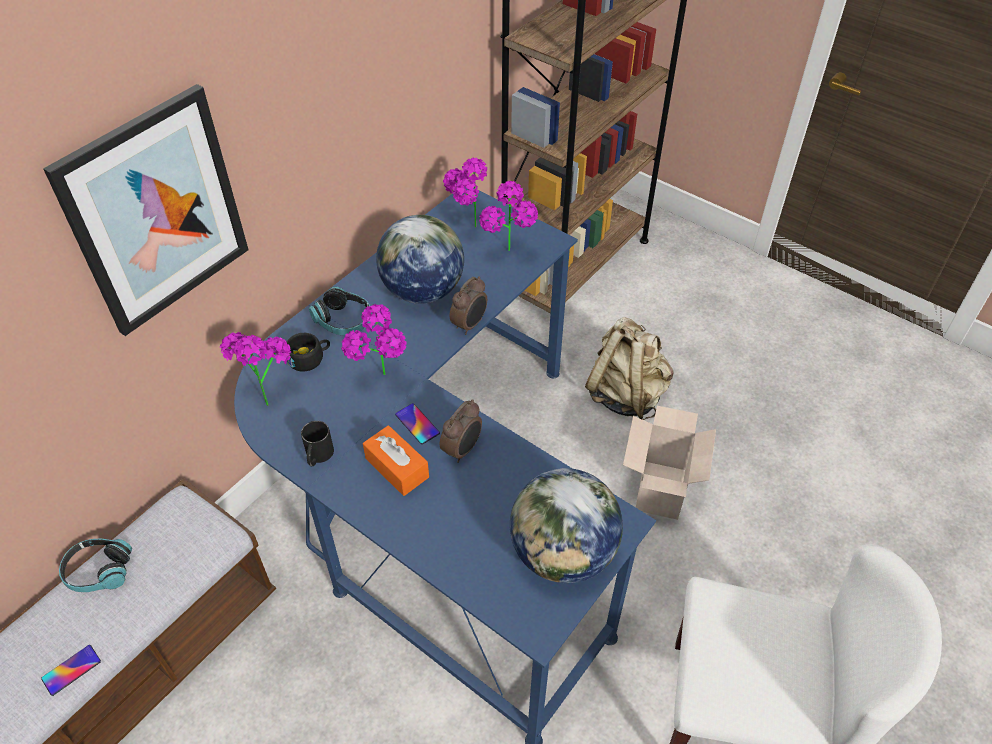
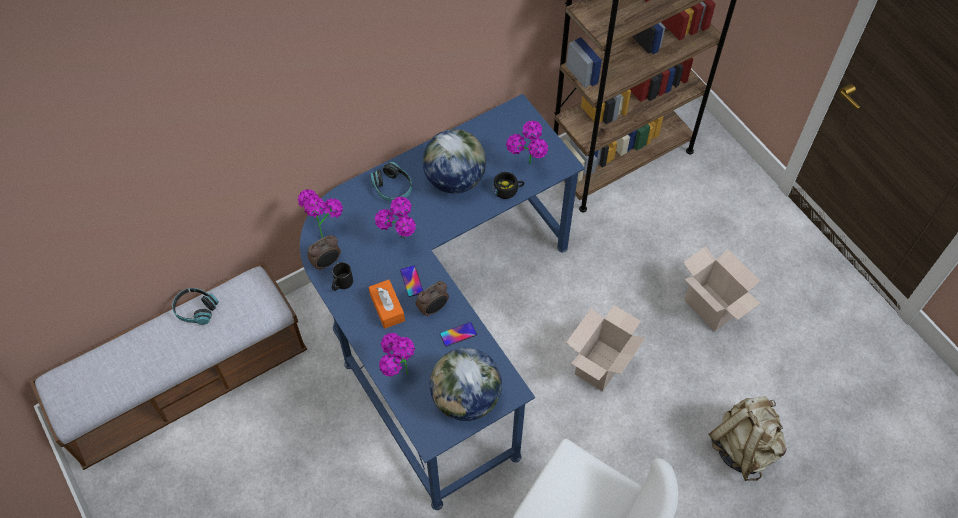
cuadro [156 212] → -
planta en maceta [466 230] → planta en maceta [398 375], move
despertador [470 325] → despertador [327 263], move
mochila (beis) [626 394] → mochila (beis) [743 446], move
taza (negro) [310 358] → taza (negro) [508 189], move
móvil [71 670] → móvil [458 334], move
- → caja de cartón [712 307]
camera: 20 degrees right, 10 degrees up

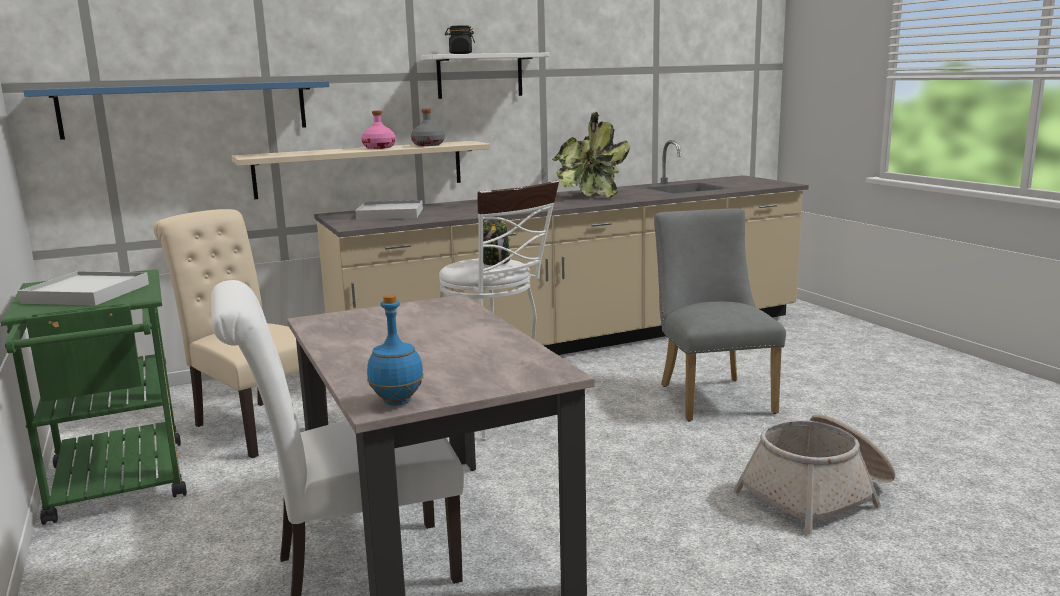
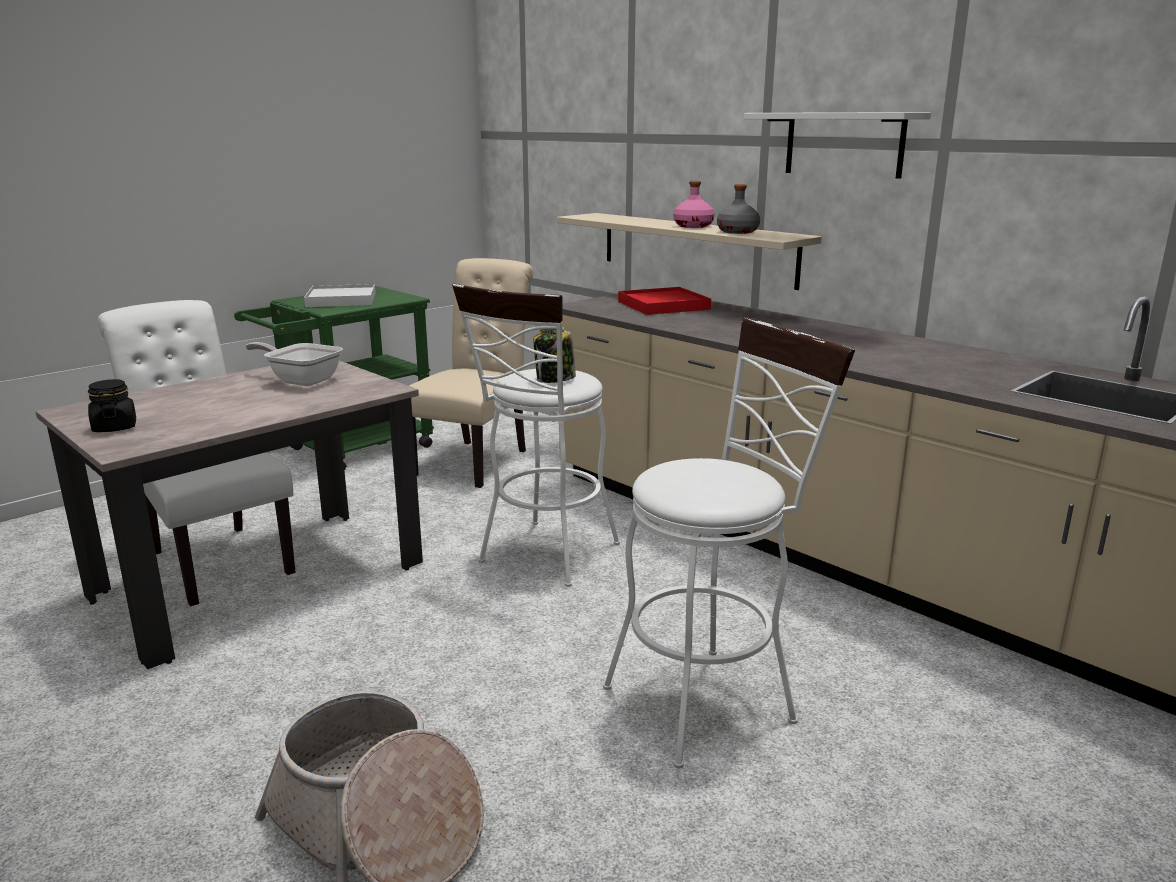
tarro (negro) [460 54] → tarro (negro) [115 427], move
estante (azul) [186 109] → -
planta en maceta [586 196] → -
bandeja (blanco) [390 214] → bandeja (rojo) [663 305]
silla (gris) [711 395] → taburete (blanco) [710 698]
botella (azul) [397 402] → -
- → sartén [301 380]
camera: 70 degrees right, 5 degrees up

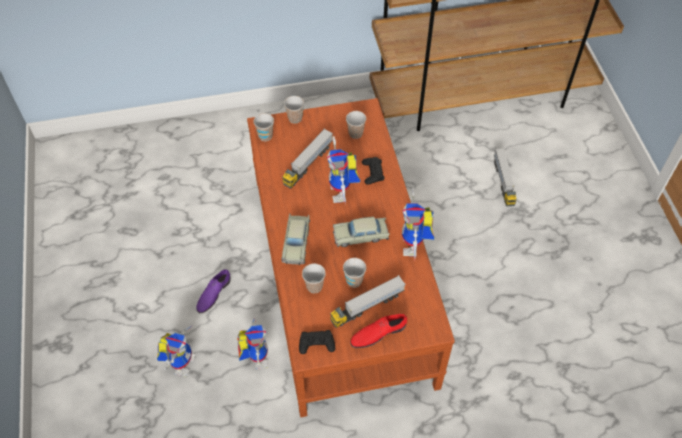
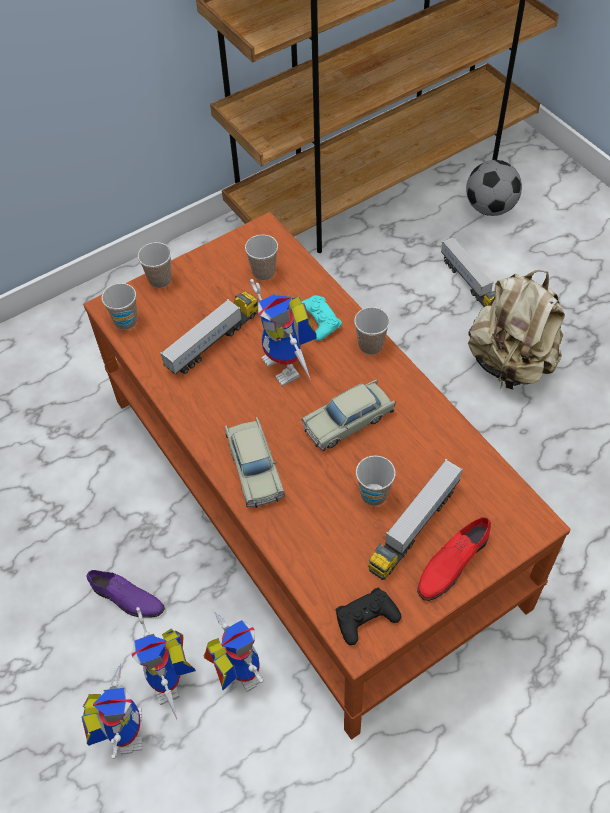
camión de juguete [308 164] → camión de juguete [213 341], 150 degrees counterclockwise
mando de consola (negro) [372 172] → mando de consola (turquesa) [318 321]
robot de juguete [414 247] → robot de juguete [172 682], move
taza [314 286] → taza [370 346], move
zapato (morado) [213 294] → zapato (morado) [126 598], 75 degrees counterclockwise
- → balón de fútbol [490 207]
- → mochila (beis) [511 363]
camera: 20 degrees left, 0 degrees up

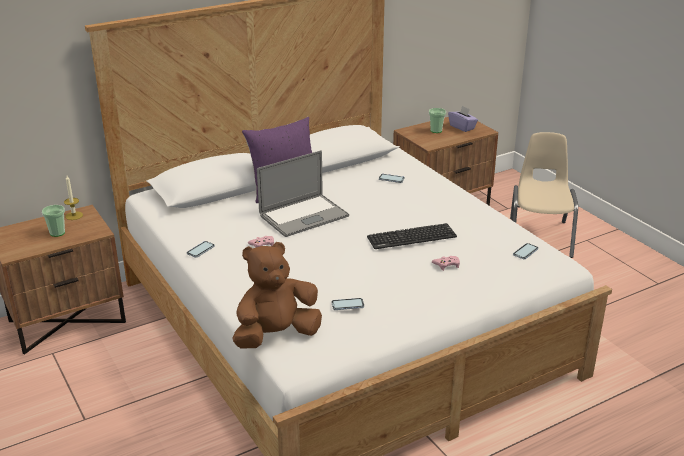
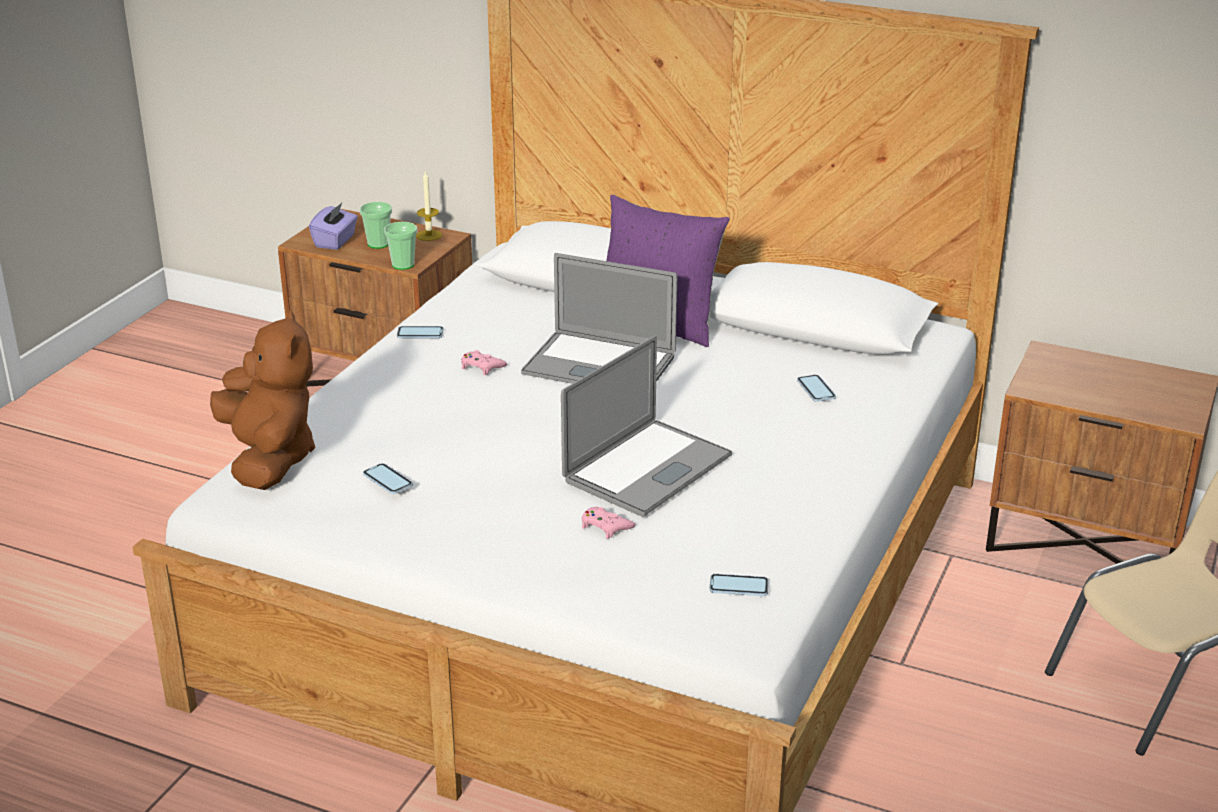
caja de pañuelos (morado) [462 127] → caja de pañuelos (morado) [335 241], move
taza [436 130] → taza [403 265], move
teclado [411 237] → portátil [647 468]
peluche (marrón) [276 335] → peluche (marrón) [269 459], 45 degrees clockwise
camera: 55 degrees right, 0 degrees up

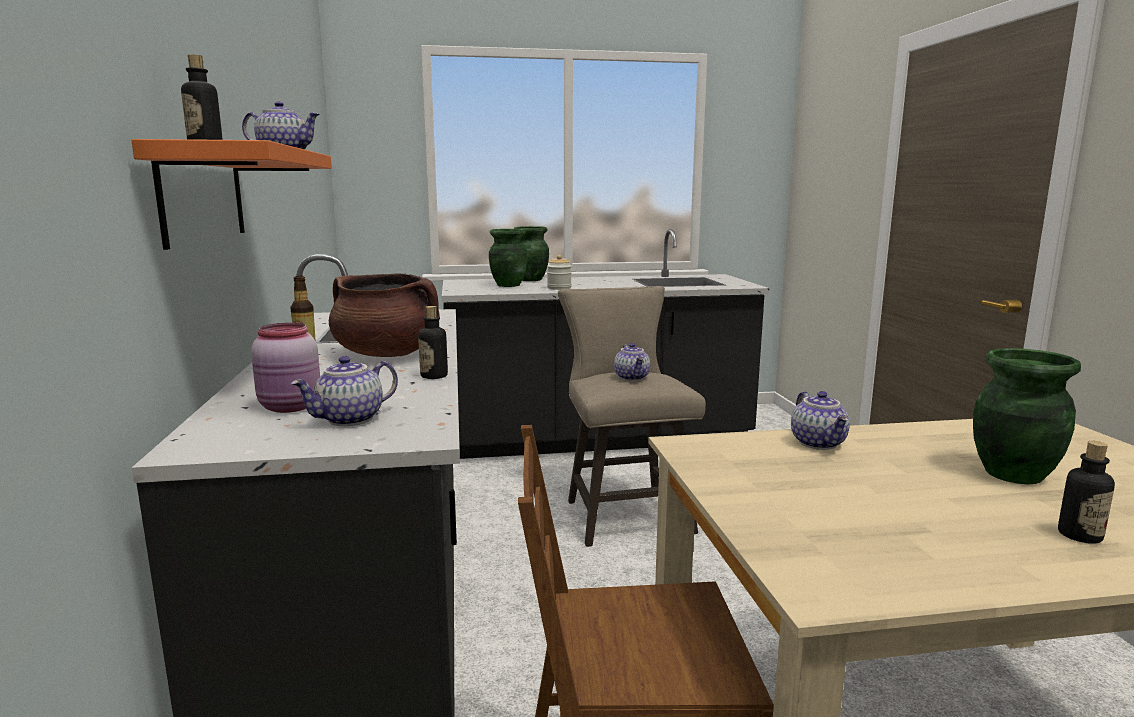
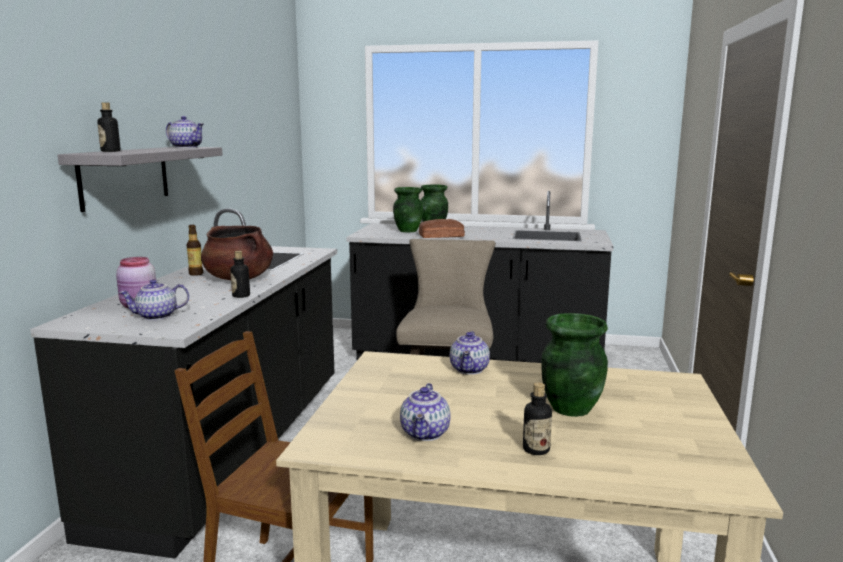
estante (naranja) [203 195] → estante (gris) [125 176]
tarro [559 288] → pan [440 235]
tetera [632 378] → tetera [426 434], move
camera: 20 degrees right, 0 degrees up

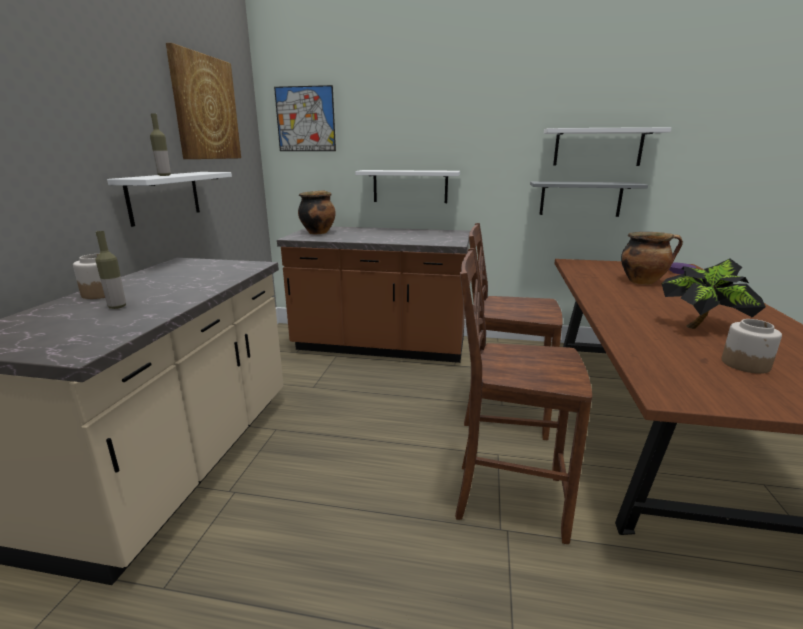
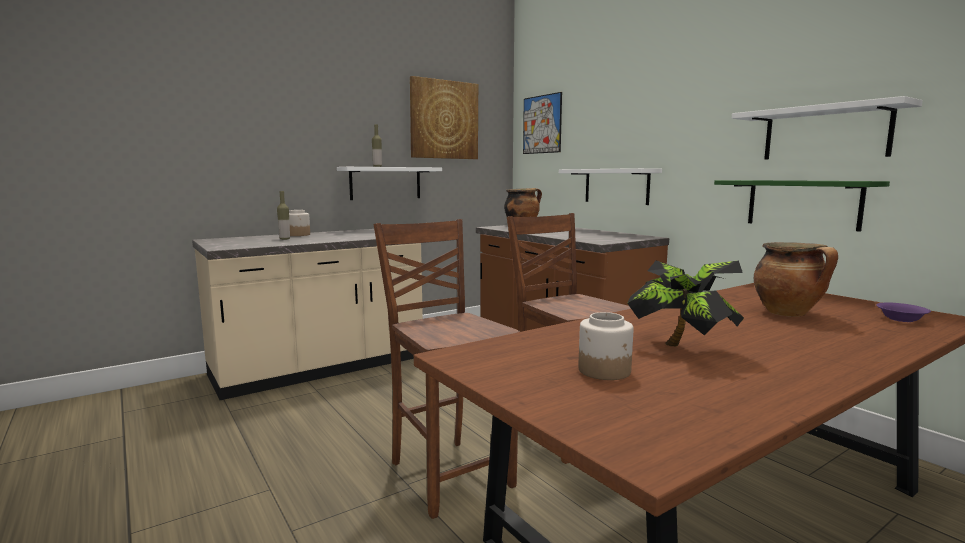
estante (gris) [580 198] → estante (verde) [802 203]
camera: 45 degrees right, 10 degrees down

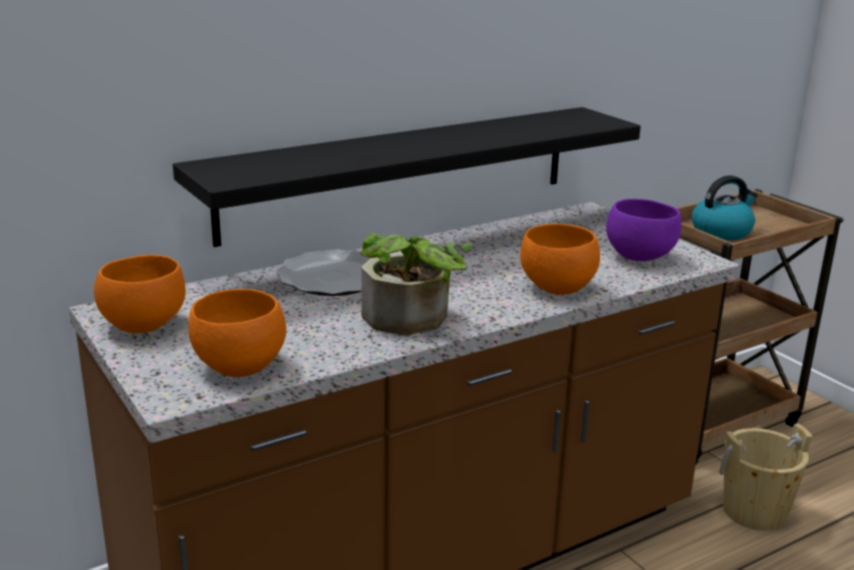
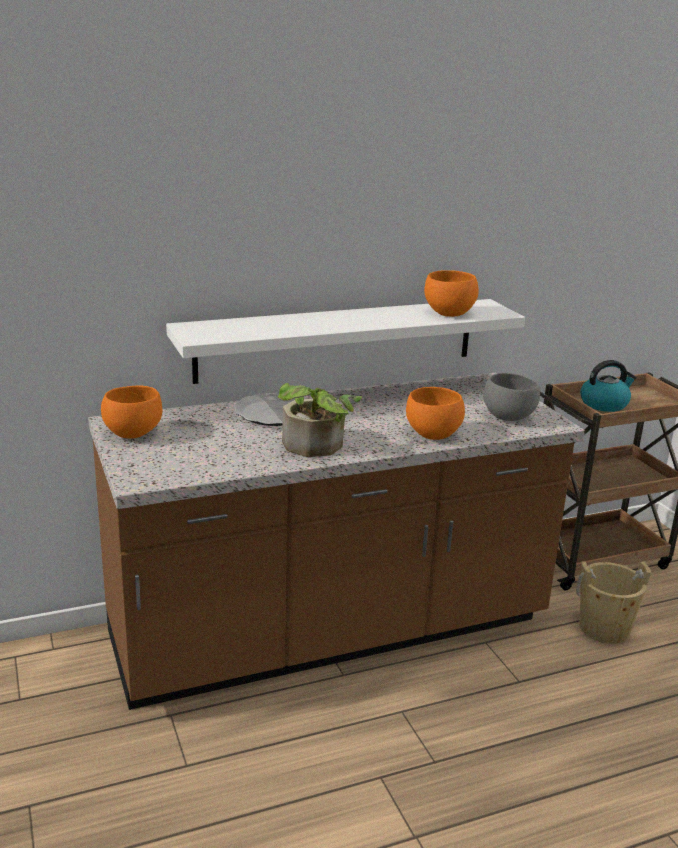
estante (negro) [401 172] → estante (blanco) [338 339]
cuenco (morado) [640 257] → cuenco (gris) [509 417]
cuenco (naranja) [239 368] → cuenco (naranja) [449 314], move
camera: 10 degrees right, 0 degrees up

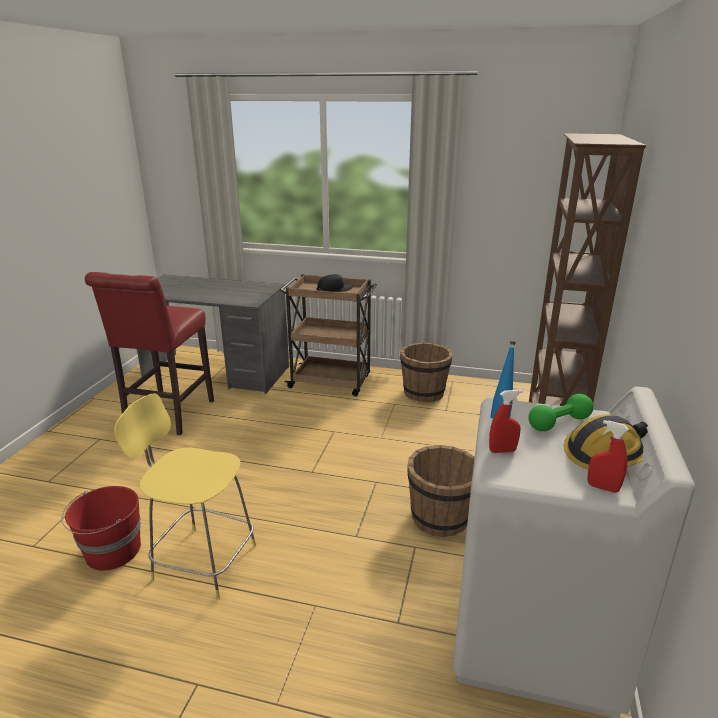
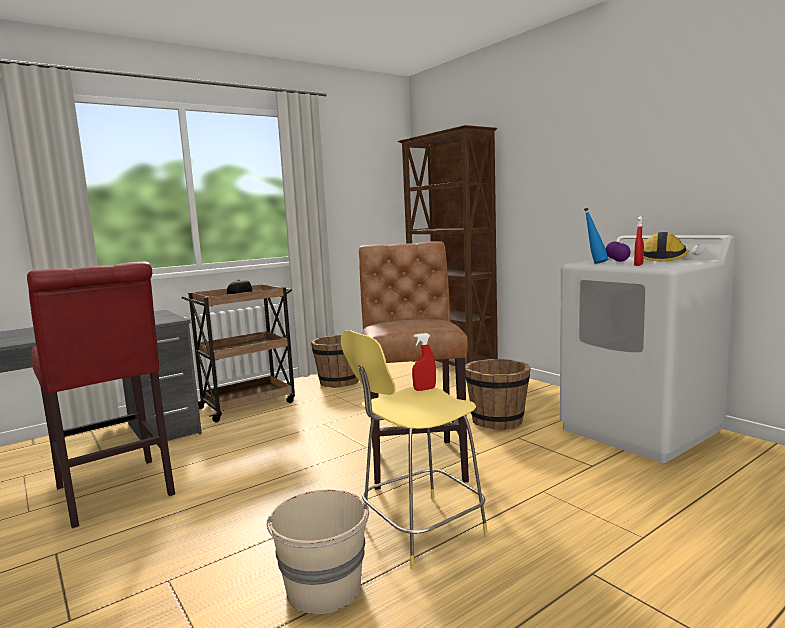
mancuerna (verde) [559 423] → mancuerna (morado) [617 260]
pulverizador (rojo) [602 488] → pulverizador (rojo) [424 389], move
cubo (rojo) [112 552] → cubo (beis) [324 589]
- → taburete (marrón) [415 460]
camera: 50 degrees left, 15 degrees down

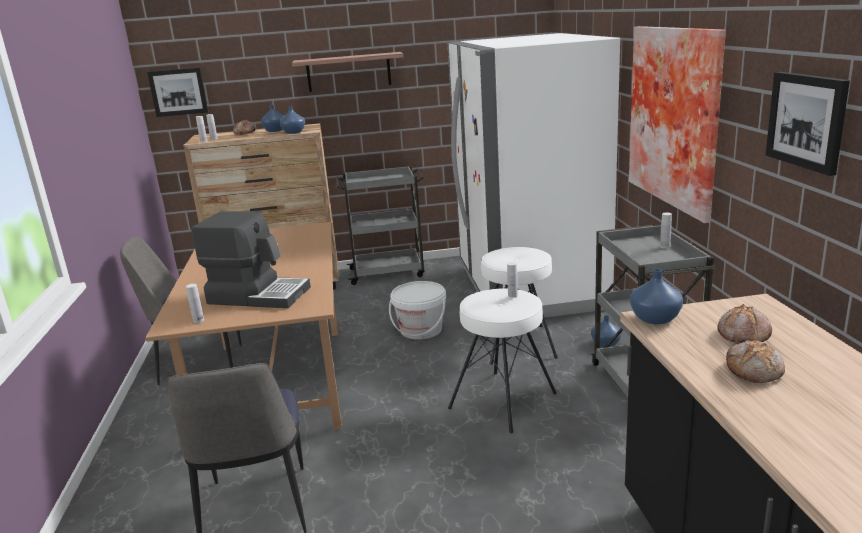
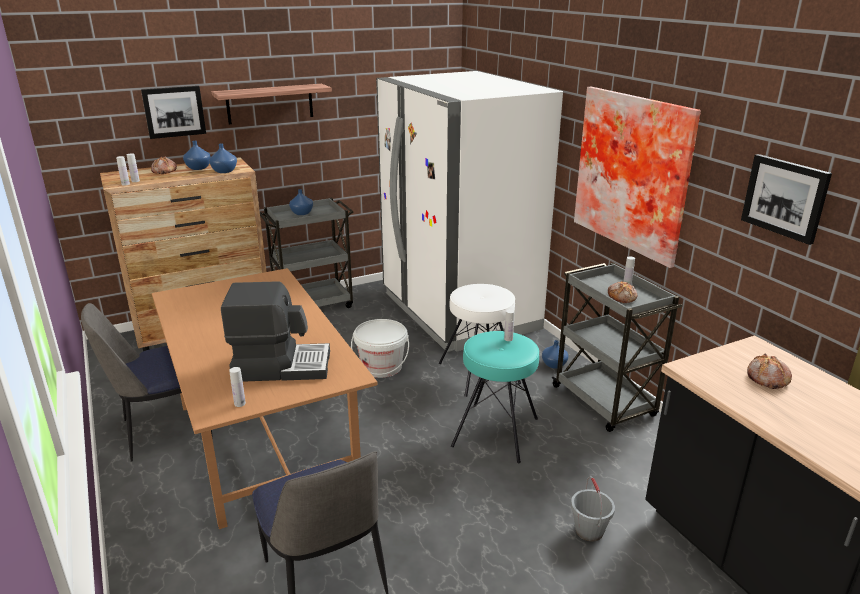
cuadro [178 92] → cuadro [174 111], move
florero (azul) [654 318] → florero (azul) [301 213], move
taburete (blanco) [503 401] → taburete (turquesa) [496 432]
pan [755 370] → pan [622 297], move
- → cubo (gris) [589 531]
camera: 20 degrees left, 5 degrees up

